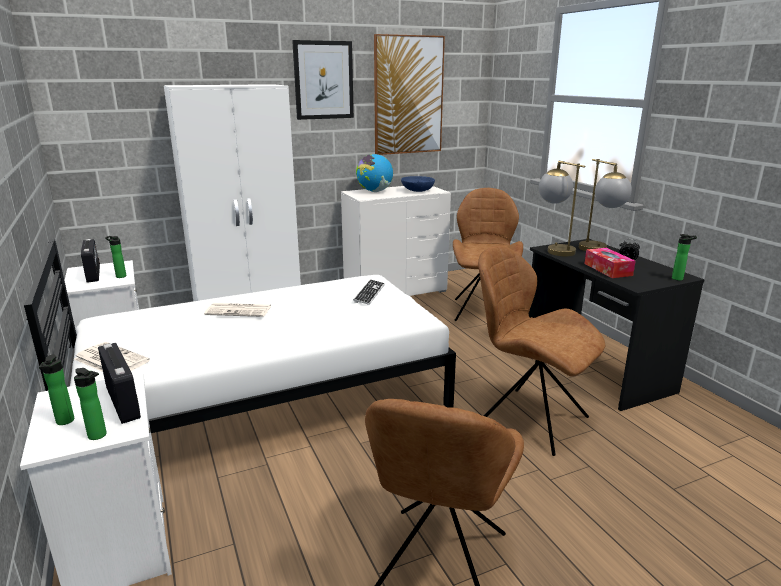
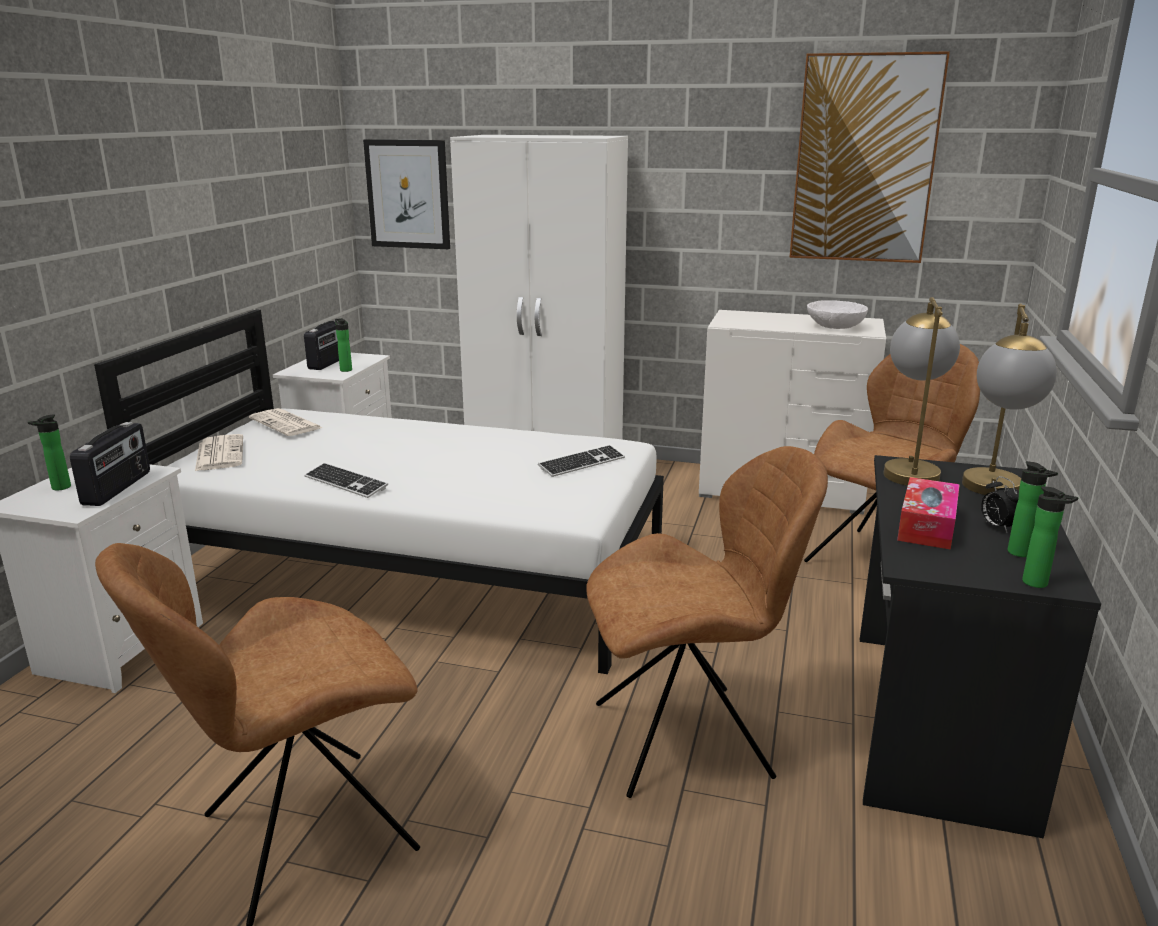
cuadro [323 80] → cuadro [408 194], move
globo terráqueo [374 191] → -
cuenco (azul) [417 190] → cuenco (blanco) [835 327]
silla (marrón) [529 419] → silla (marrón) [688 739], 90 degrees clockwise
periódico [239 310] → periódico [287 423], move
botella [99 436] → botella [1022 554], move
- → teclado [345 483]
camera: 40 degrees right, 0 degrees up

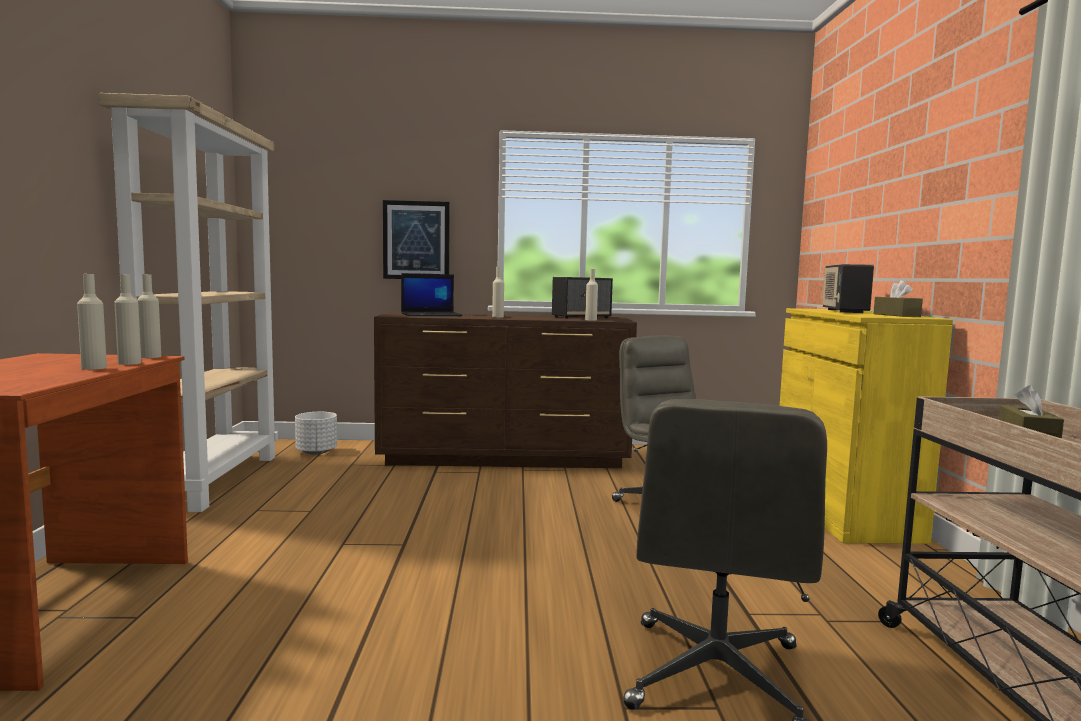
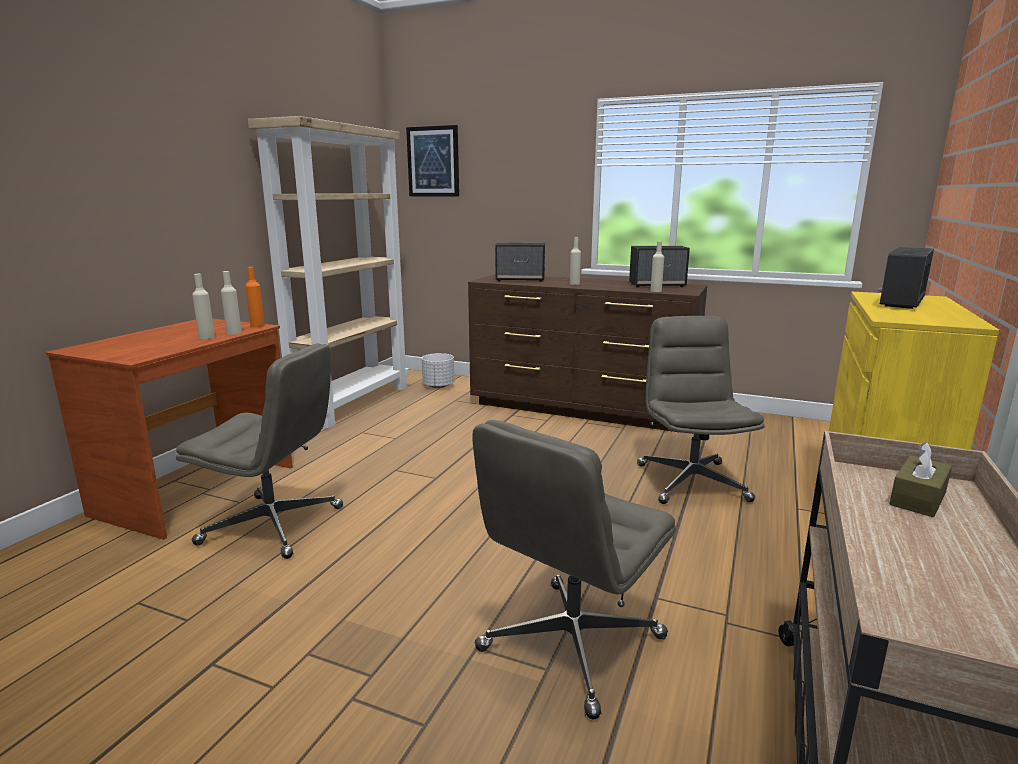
cuadro [416 240] → cuadro [433 161], move
portátil [432 315] → altavoz [521 280]
botella (beis) [150 357] → botella (naranja) [257 325]
caja de pañuelos (marrón) [896 315] → -
- → silla de oficina (gris) [274 525]
camera: 25 degrees right, 10 degrees up

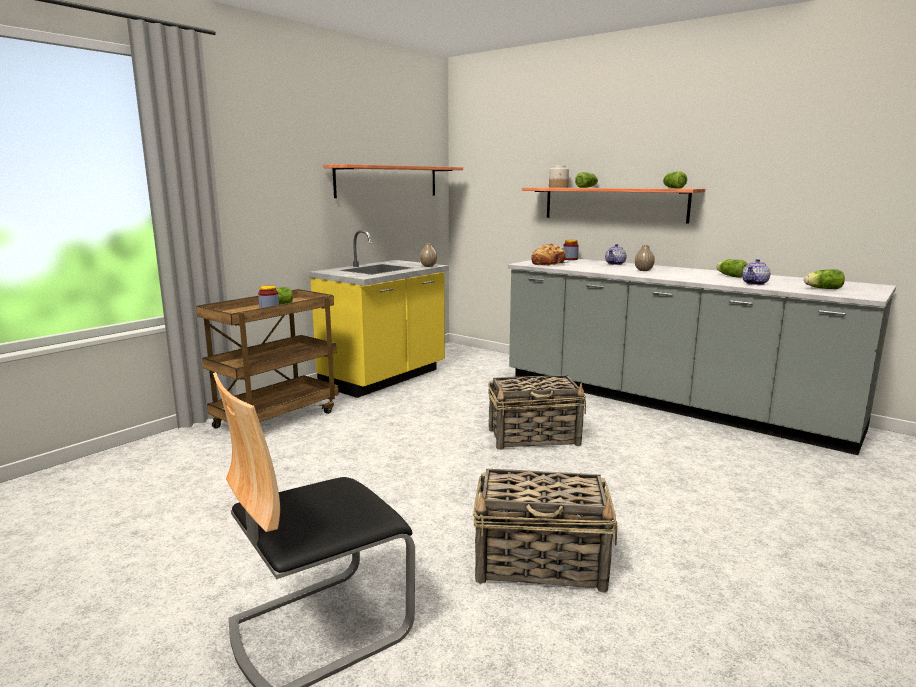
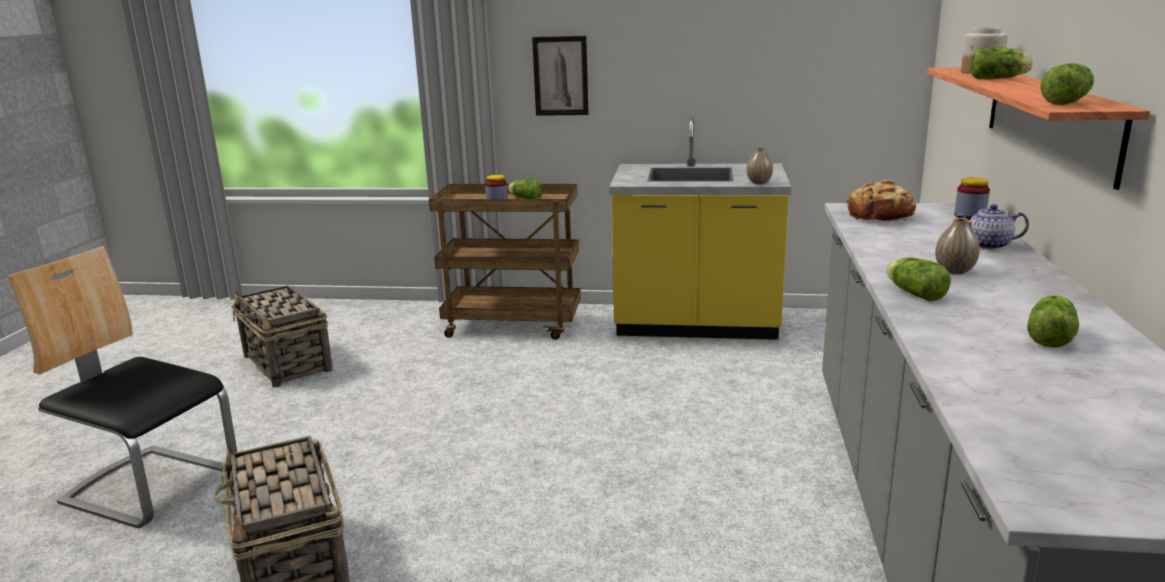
estante [388 181] → -
tetera [755 283] → -
lechuga [822 288] → lechuga [913 293], move
cesta [535 437] → cesta [287 364], move
- → cuadro [560 76]
camera: 60 degrees right, 5 degrees up

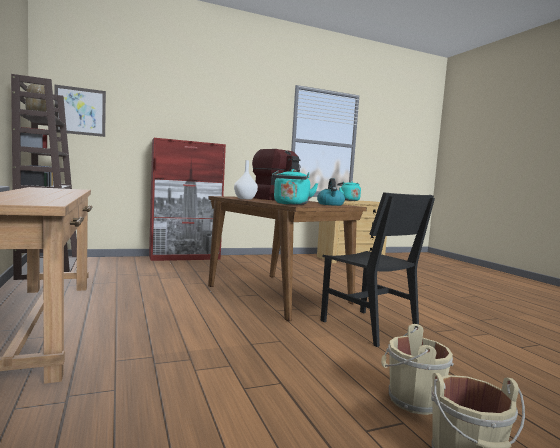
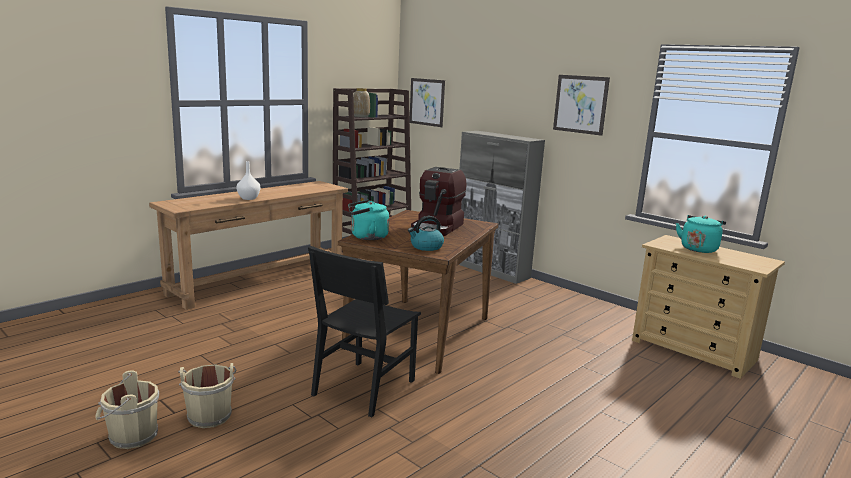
armario (rojo) [185 258] → armario (gris) [491 270]
florero (blanco) [245 199] → florero (blanco) [248 198], move
- → cuadro [580 104]
camera: 65 degrees right, 10 degrees up

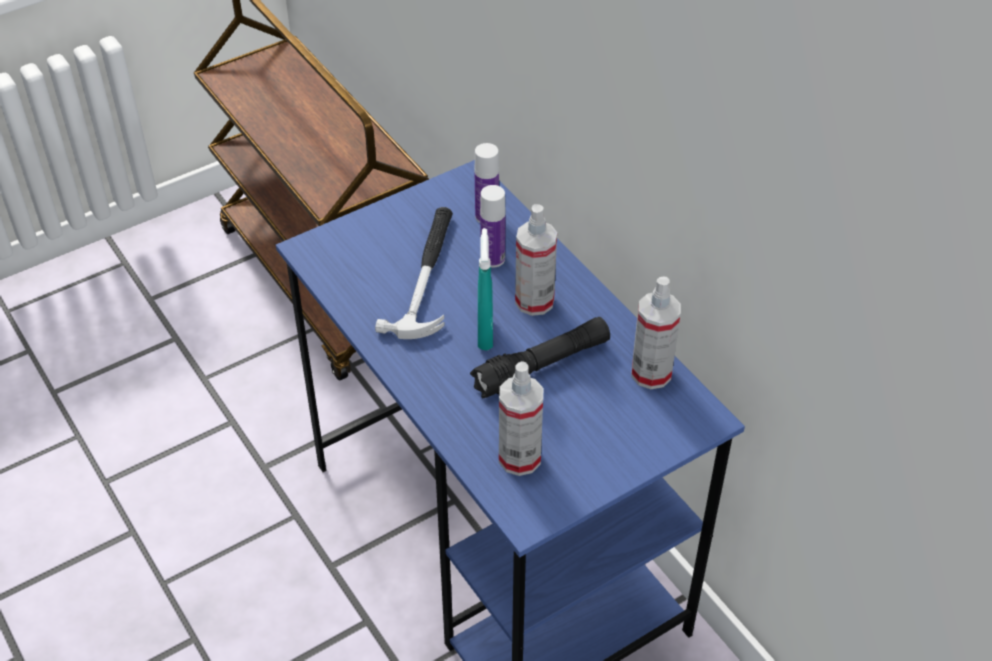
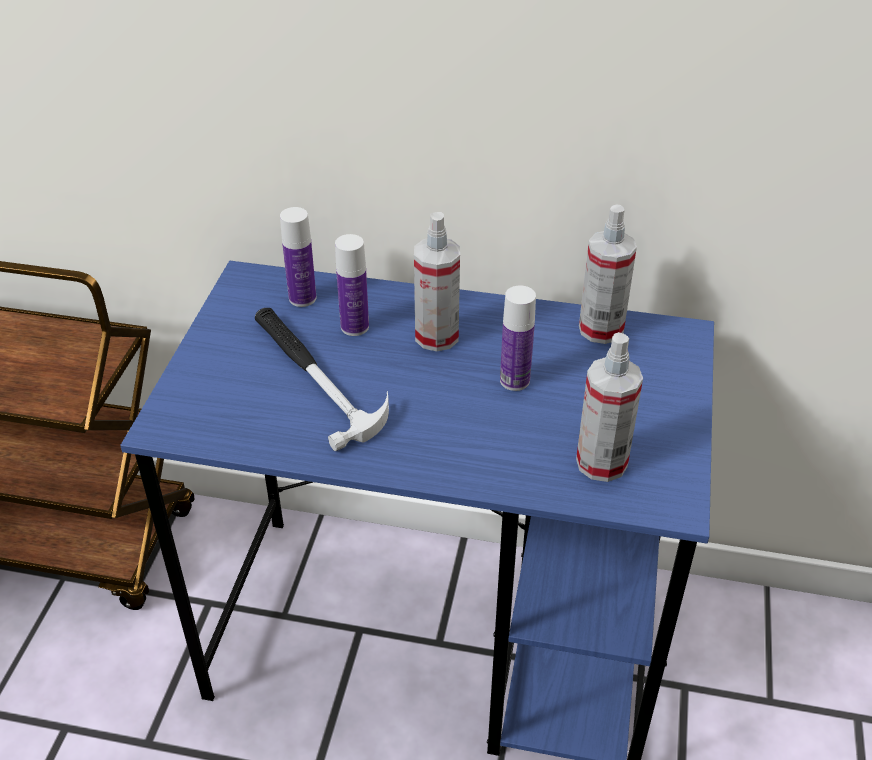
pulverizador (turquesa) [485 334] → -
linterna (negro) [542 366] → botella [514 380]
camera: 45 degrees left, 5 degrees down

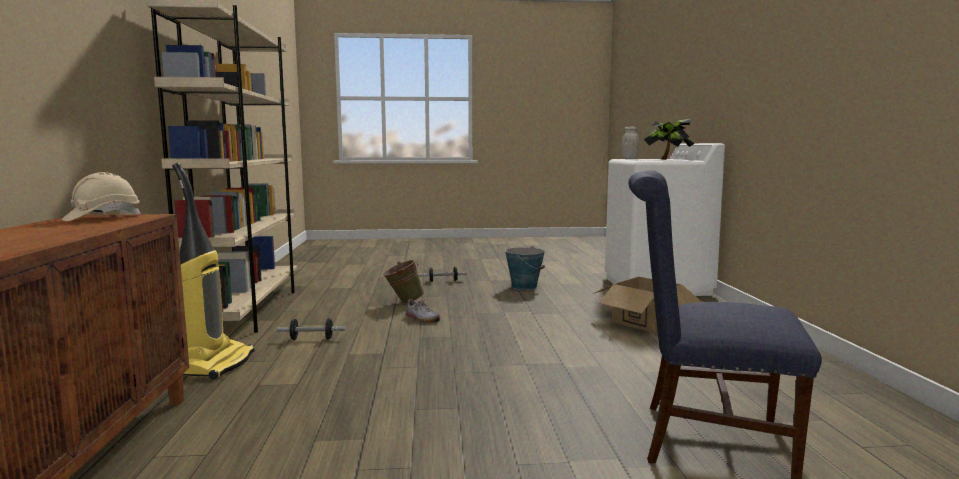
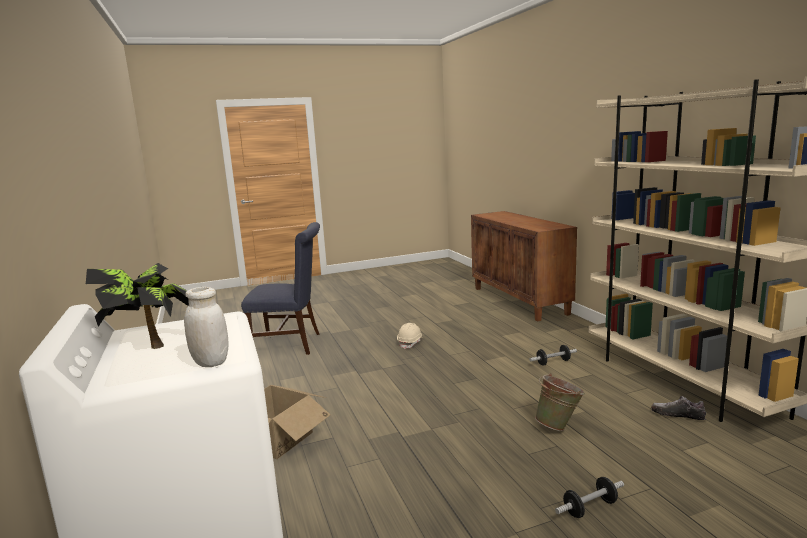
aspiradora [216 364] → -
casco (beis) [102 218] → casco (beis) [411 343], move
cubo [524 286] → -
zapato [422 318] → zapato [677 415], move
camera: 165 degrees right, 5 degrees up

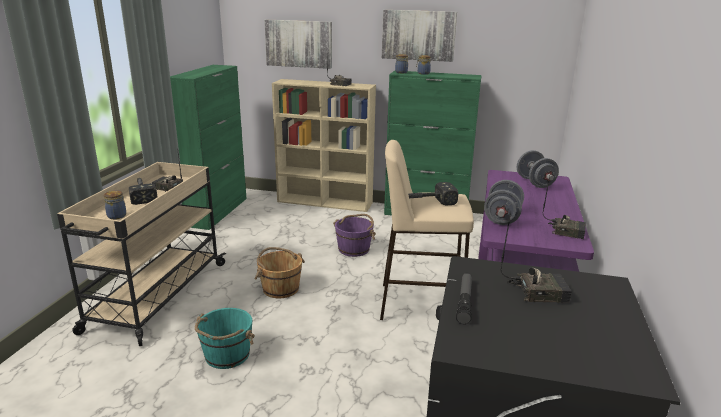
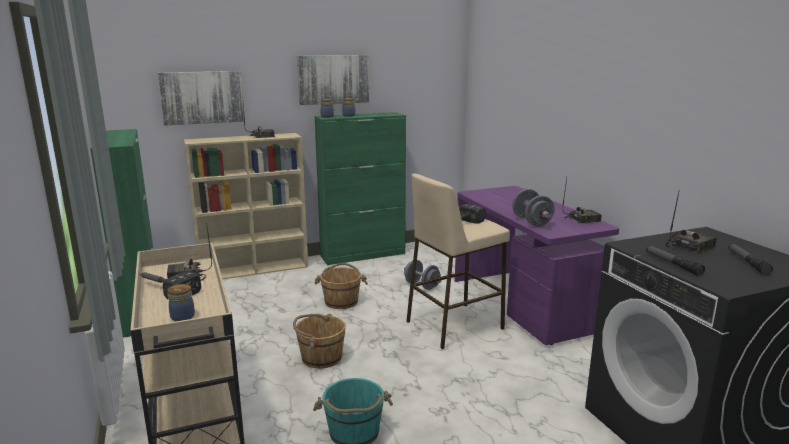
mancuerna (gris) [535 183] → mancuerna (gris) [422 285], move
cubo (morado) [354 249] → cubo (marrón) [341 301]
- → linterna [747 262]
camera: 35 degrees left, 5 degrees down

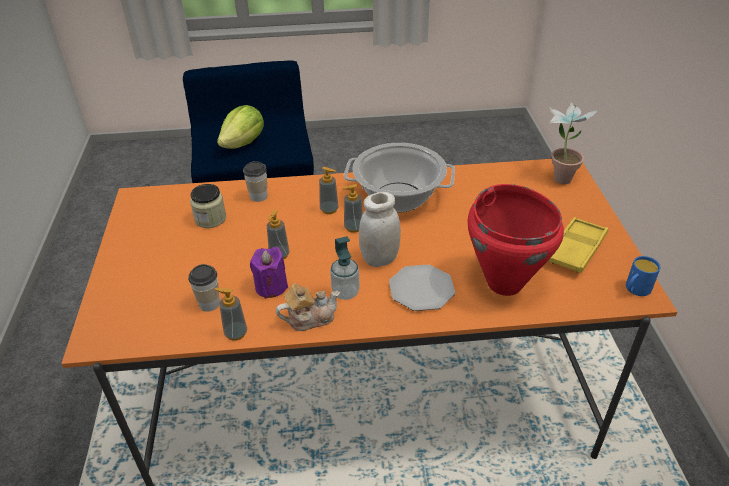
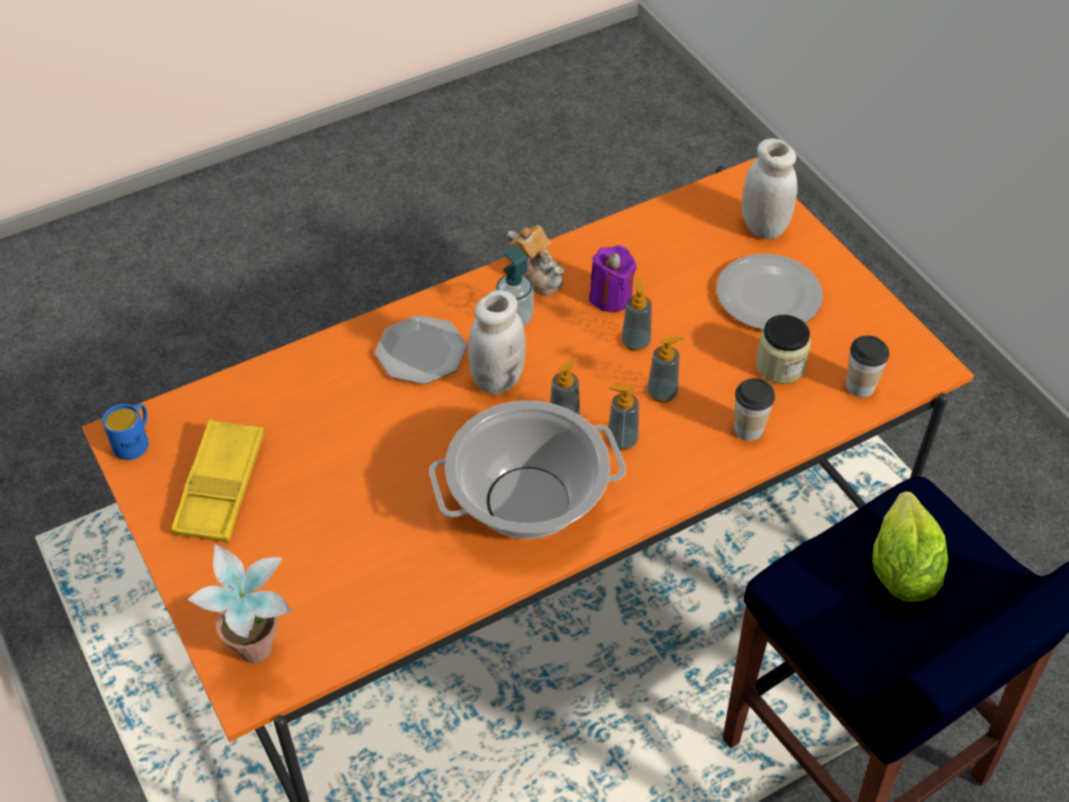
olla (rojo) [505 283] → -
taza [209 303] → taza [860 386], move
tetera [309 318] → tetera [537 275], 90 degrees counterclockwise
dispensador de jabón [236 333] → dispensador de jabón [662 393], move
- → tarro (blanco) [763 227]
- → plato [770 295]
camera: 155 degrees right, 10 degrees up

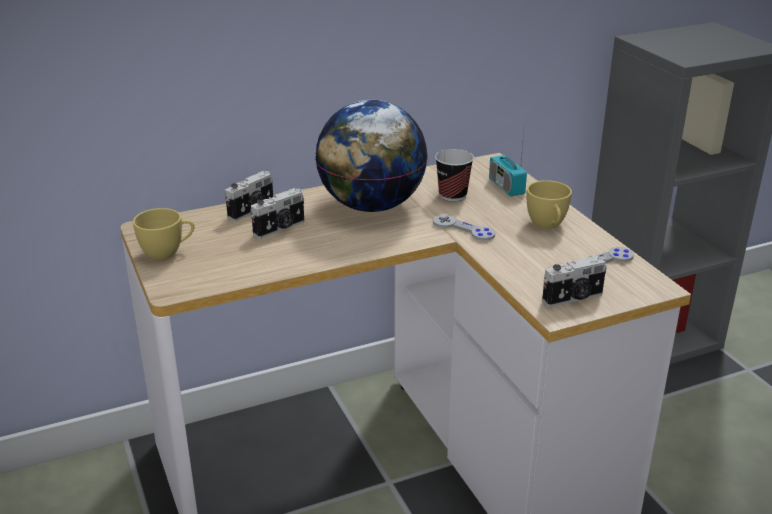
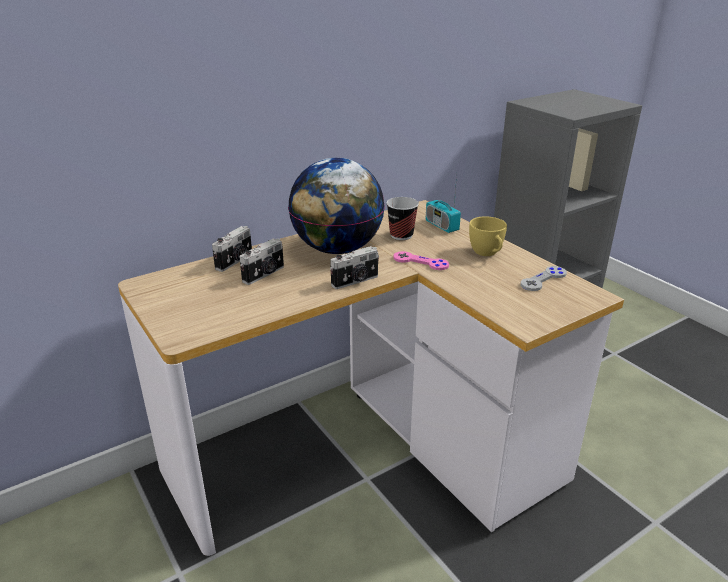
taza (amarillo) [167 252] → -
mando de consola (gris) [463 229] → mando de consola (rosa) [420 262]
cámara [573 298] → cámara [356 281], move
camera: 10 degrees left, 0 degrees up

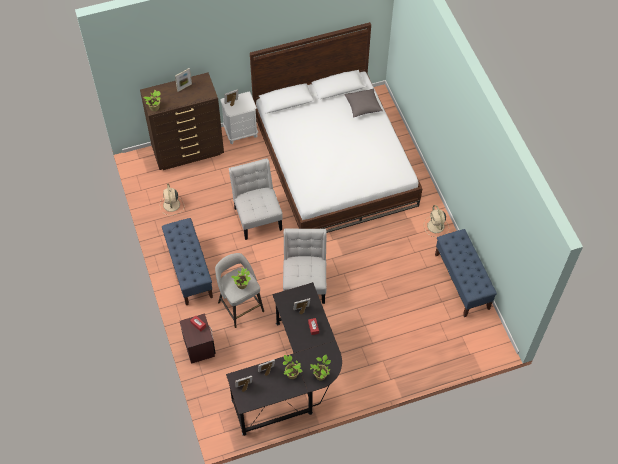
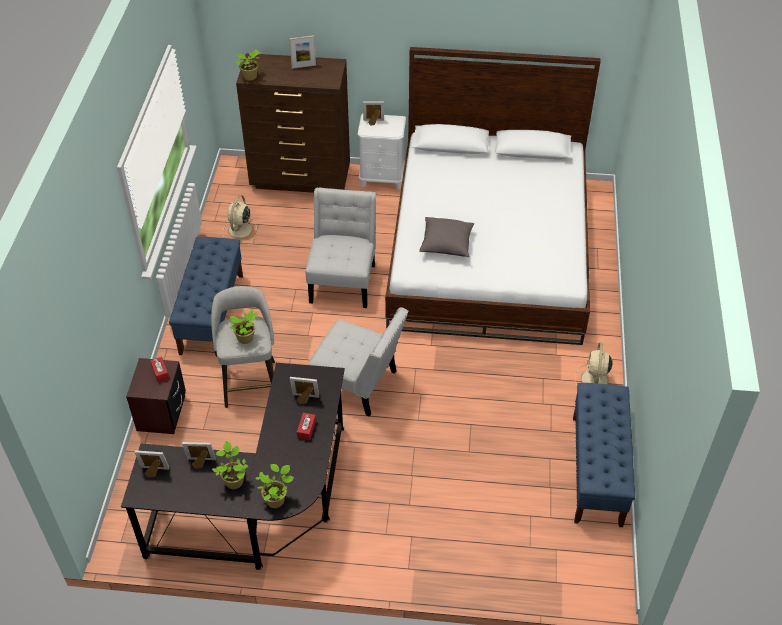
cojín (gris) [363 107] → cojín (gris) [446 245], move
silla (blanco) [305 282] → silla (blanco) [358 385], 90 degrees clockwise
camera: 25 degrees right, 10 degrees down

